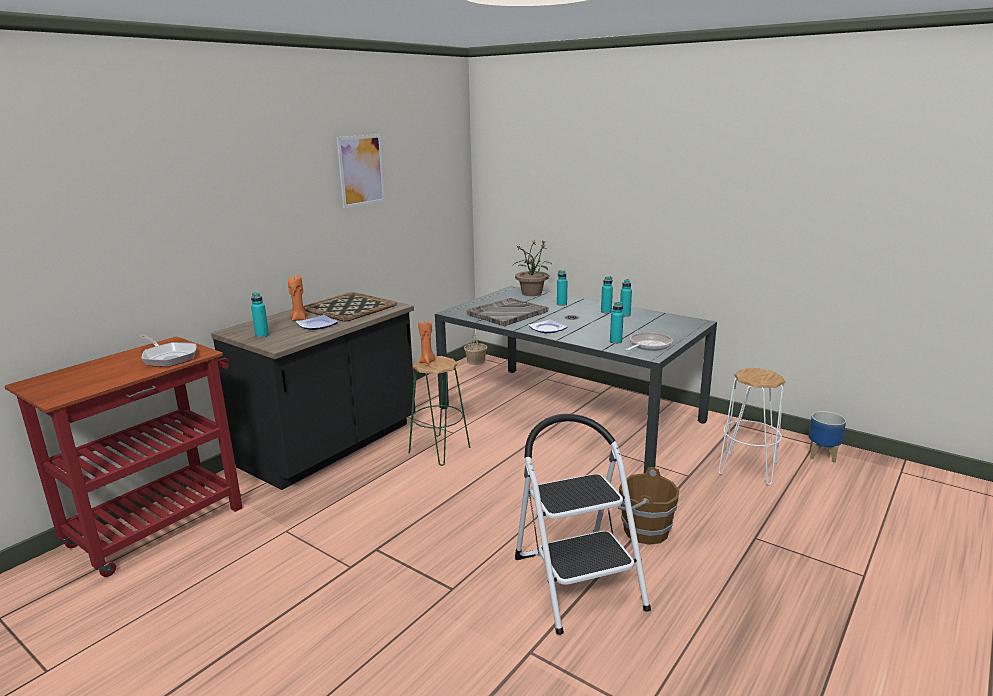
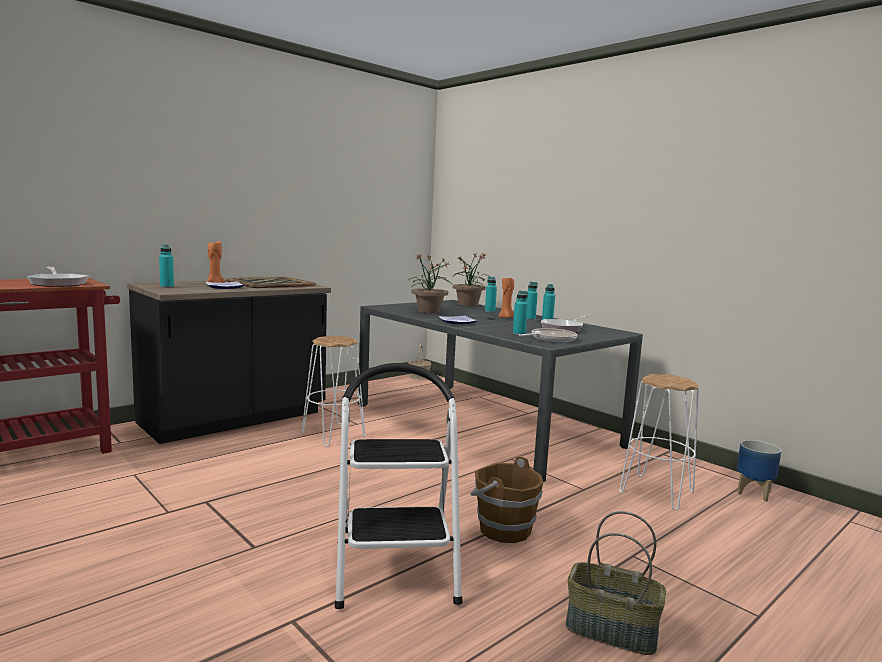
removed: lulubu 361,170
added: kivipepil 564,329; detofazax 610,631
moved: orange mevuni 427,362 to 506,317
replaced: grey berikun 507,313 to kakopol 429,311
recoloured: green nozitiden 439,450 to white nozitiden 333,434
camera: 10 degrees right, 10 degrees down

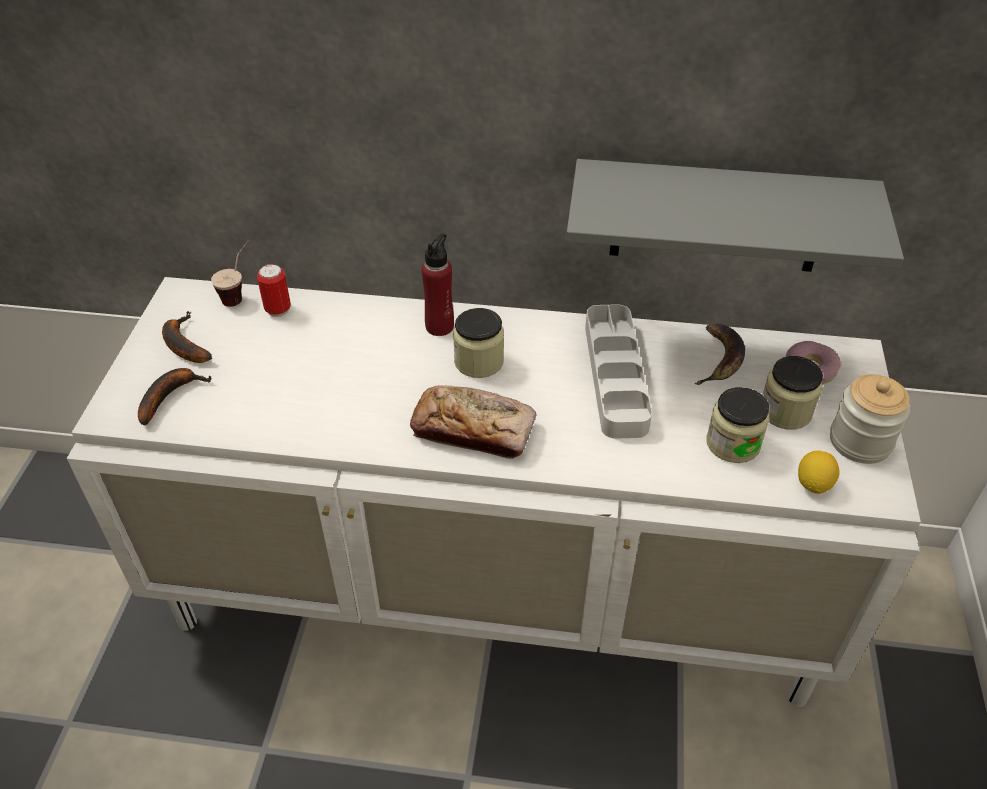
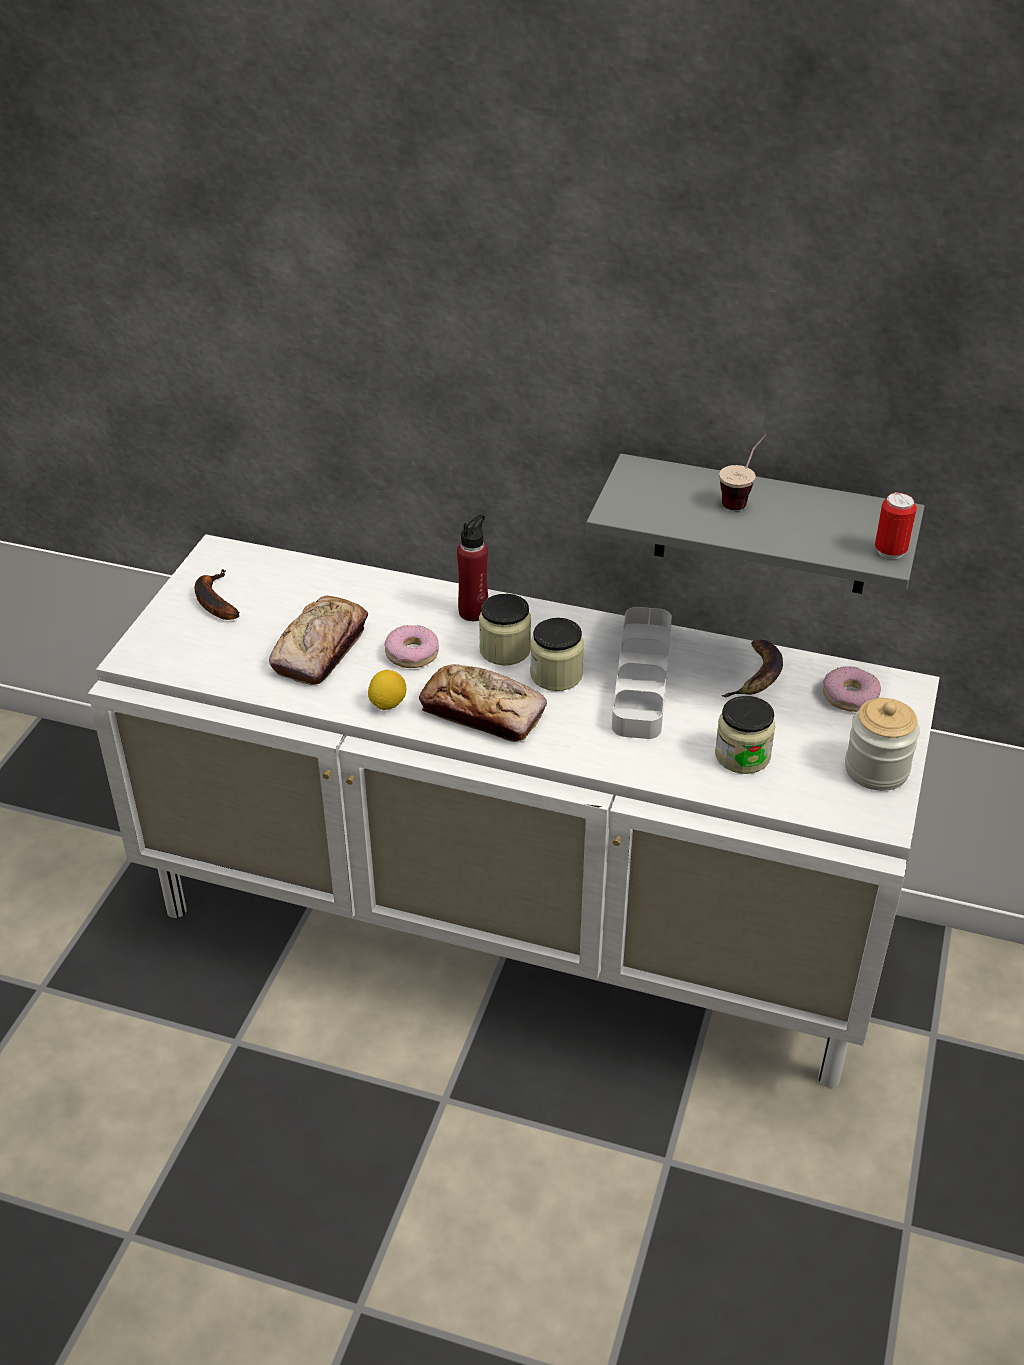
removed: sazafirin 170,396
added: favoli 321,649; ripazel 412,653
moved: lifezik 240,294 to 742,498; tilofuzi 278,310 to 890,551; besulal 785,411 to 556,675; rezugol 813,484 to 387,704
camera: 10 degrees right, 5 degrees down

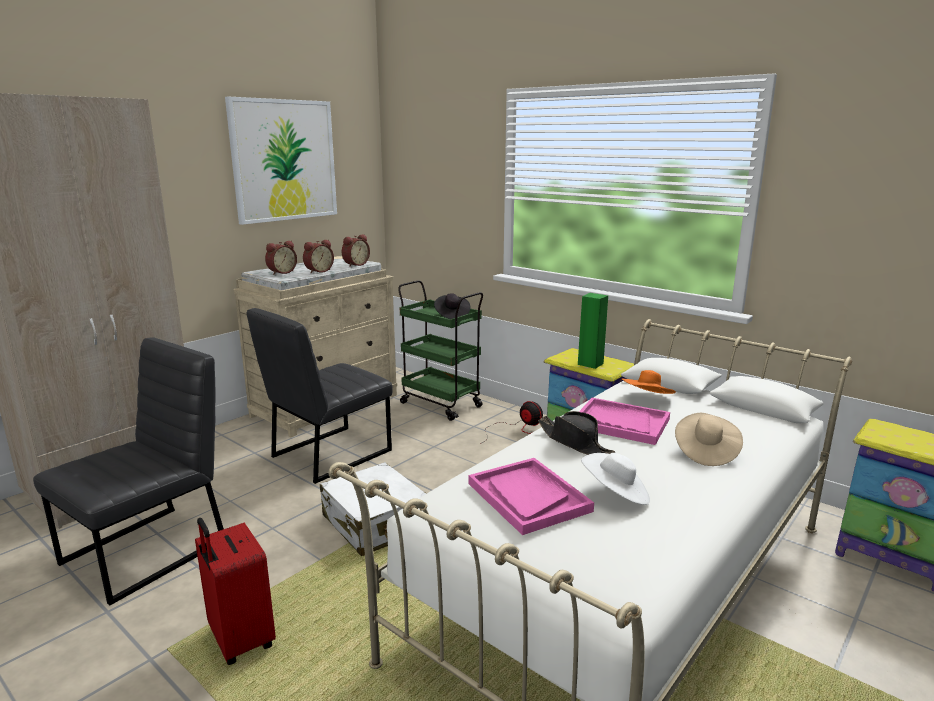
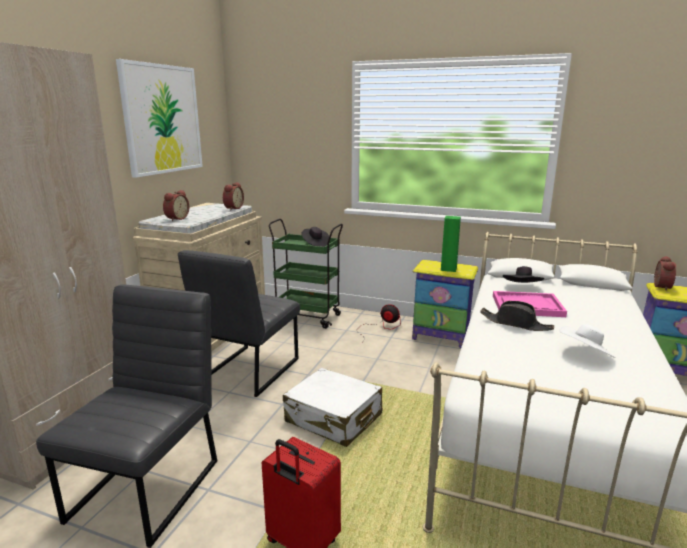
removed: pink berikun 528,497; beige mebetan 705,452
moved: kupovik 318,271 to 660,287
recoloured: orange mebetan 647,399 to black mebetan 522,288
camera: 20 degrees left, 0 degrees up

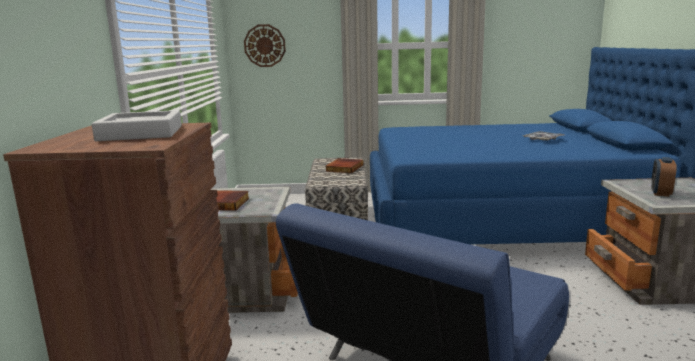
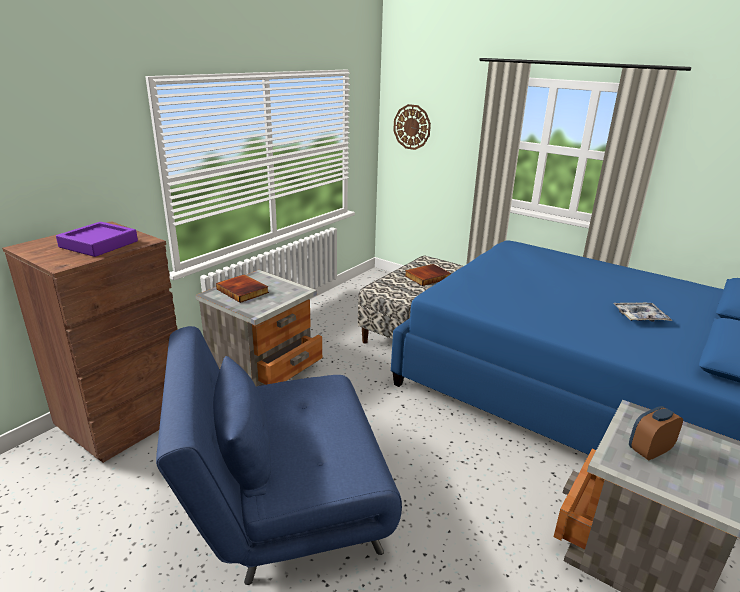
recoloured: grey berikun 141,133 to purple berikun 99,244
camera: 35 degrees right, 10 degrees up

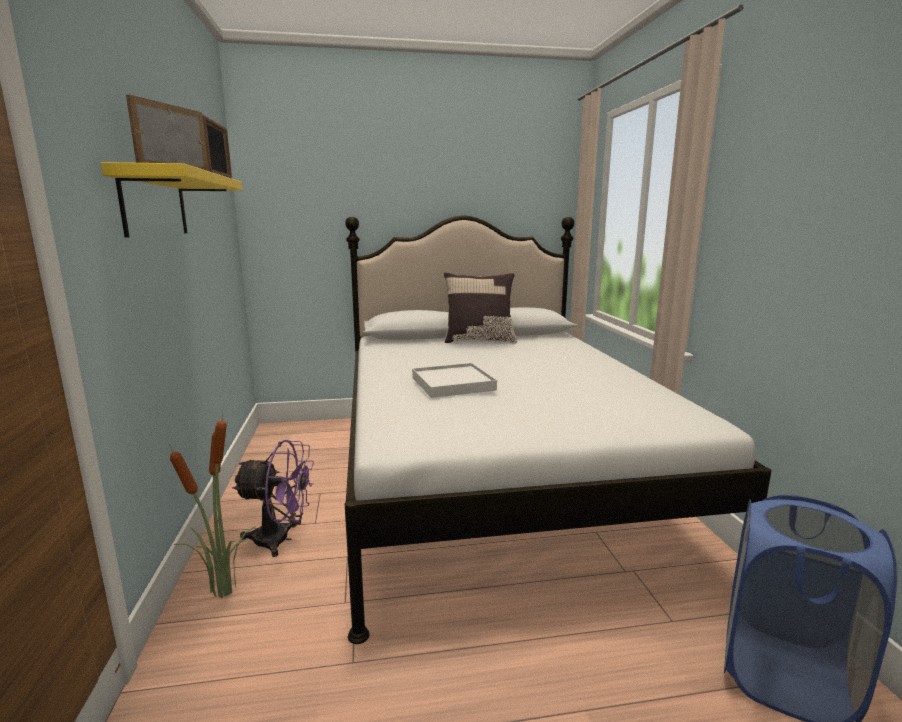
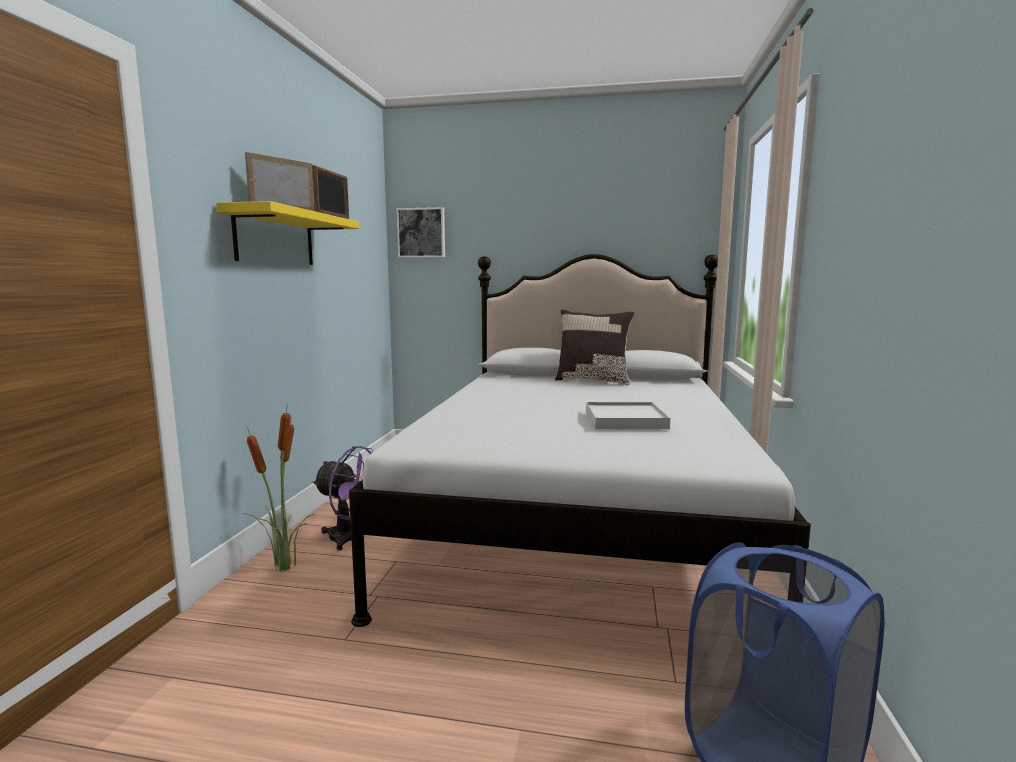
added: lulubu 421,233
moved: white berikun 453,384 to 625,420
camera: 20 degrees right, 5 degrees down

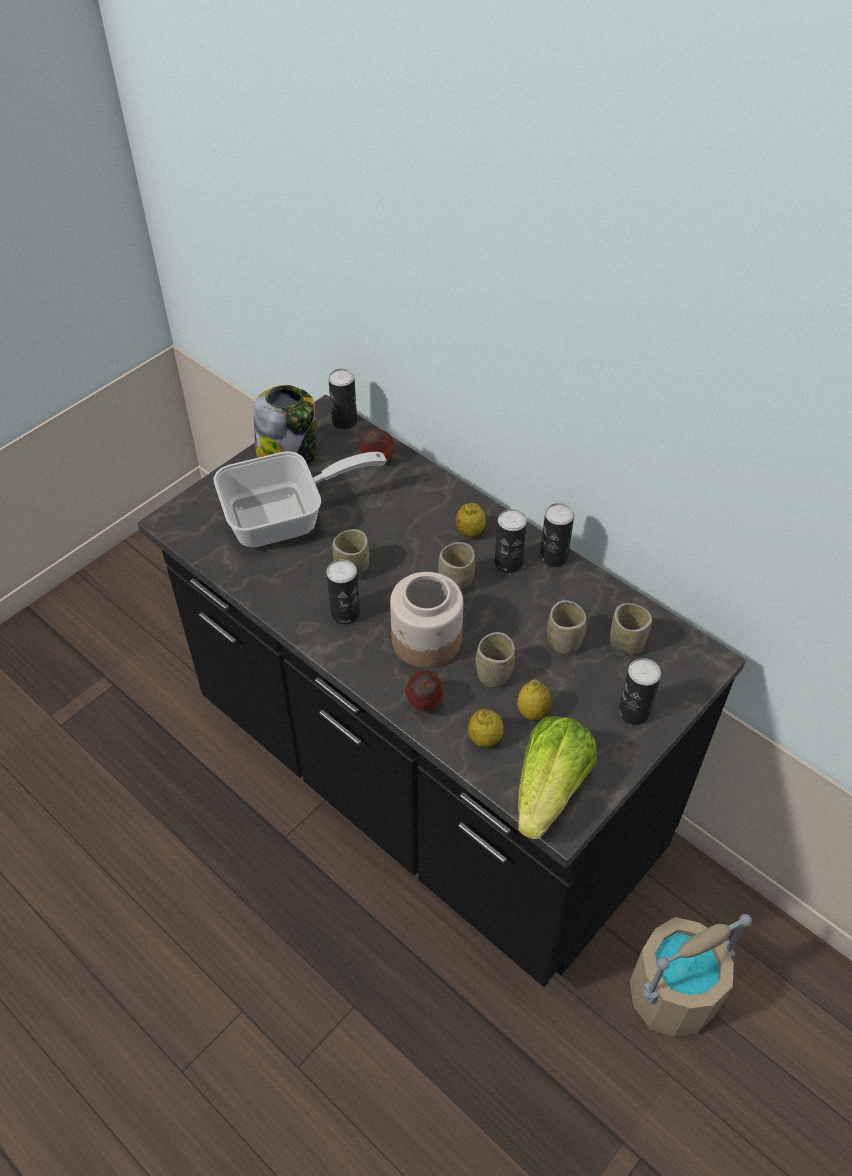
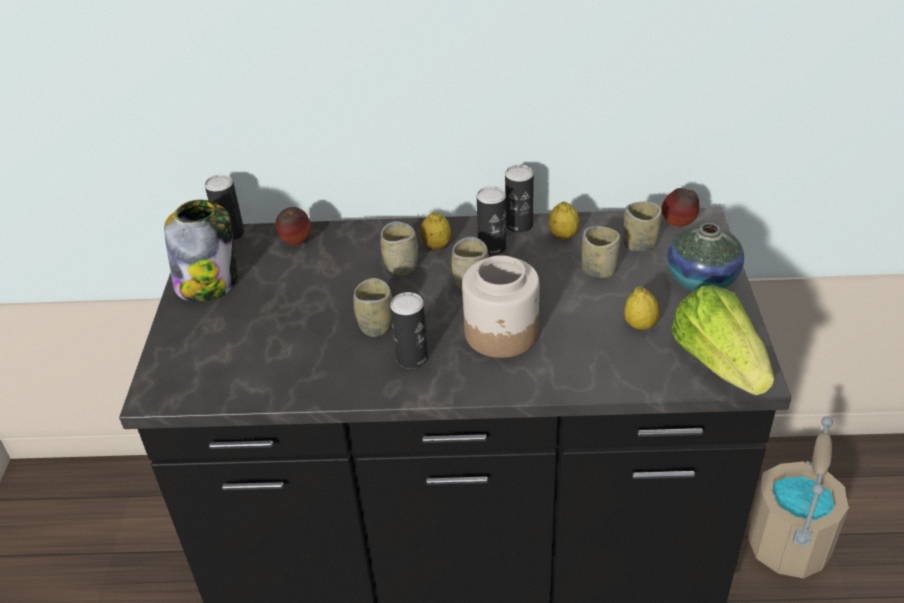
removed: kivipepil 287,517
moved: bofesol 424,704 to 678,225; rezugol 484,738 to 563,236; lifezik 494,674 to 401,266
replaced: tilofuzi 633,712 to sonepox 701,280
camera: 40 degrees left, 10 degrees down

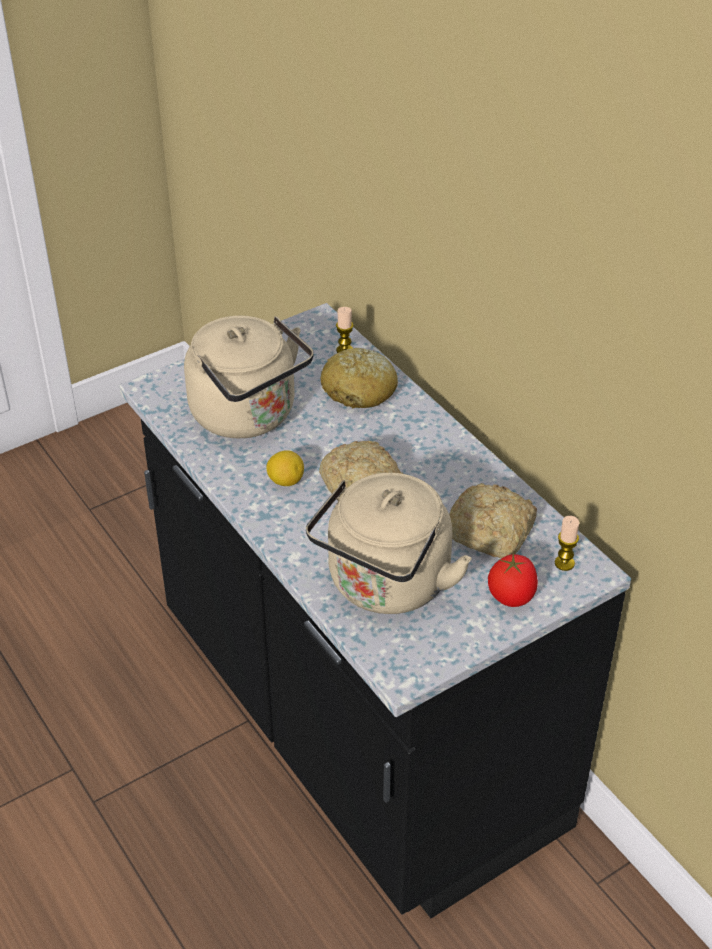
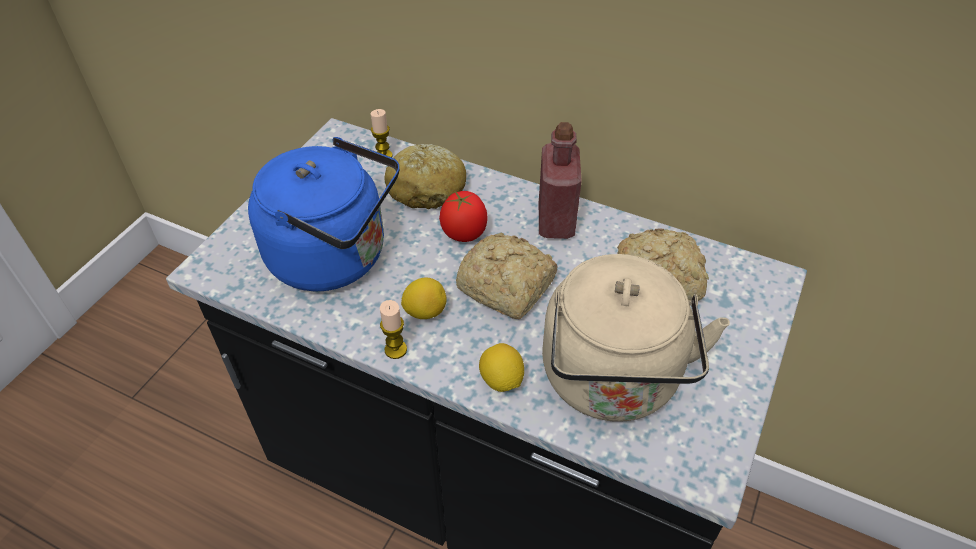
added: rezugol 501,380; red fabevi 556,221
moved: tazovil 511,596 to 464,233; mevuni 564,563 to 395,349
recoloured: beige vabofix 249,416 to blue vabofix 336,257
camera: 30 degrees left, 5 degrees up

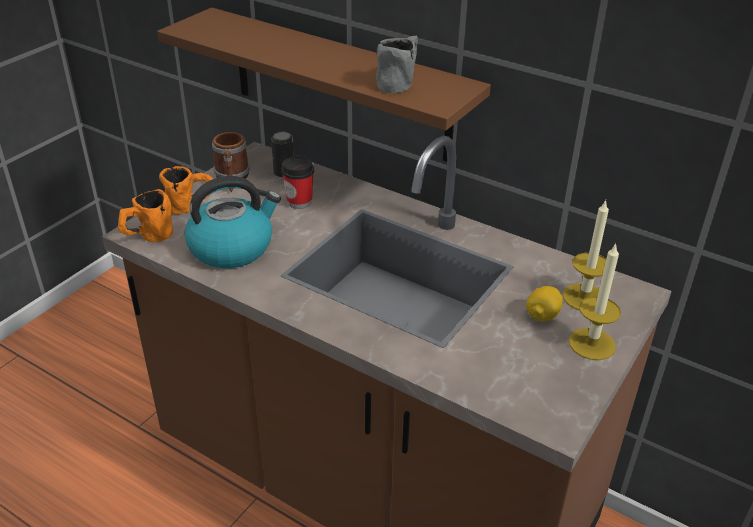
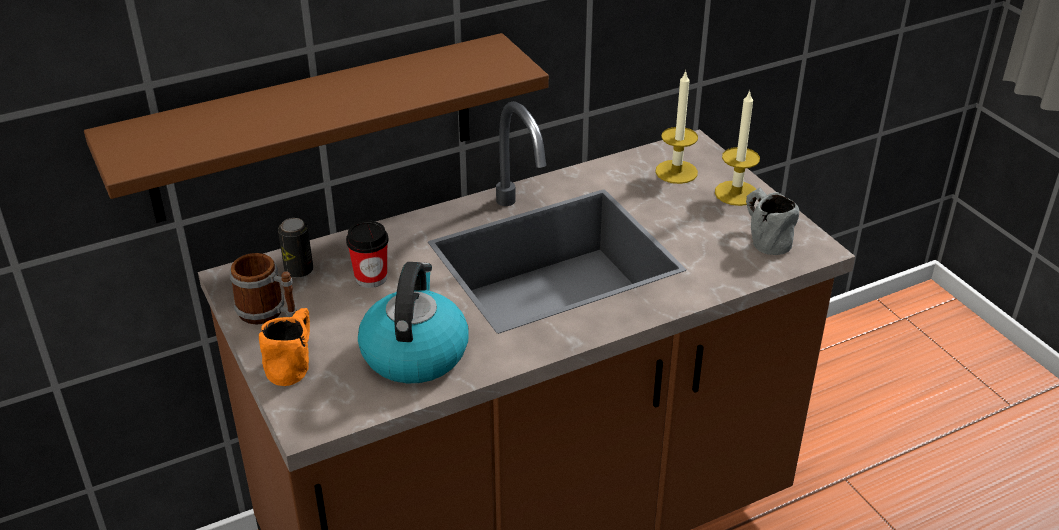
removed: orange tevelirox 147,237; rezugol 542,316
moved: grey tevelirox 400,82 to 763,238
camera: 60 degrees left, 0 degrees up

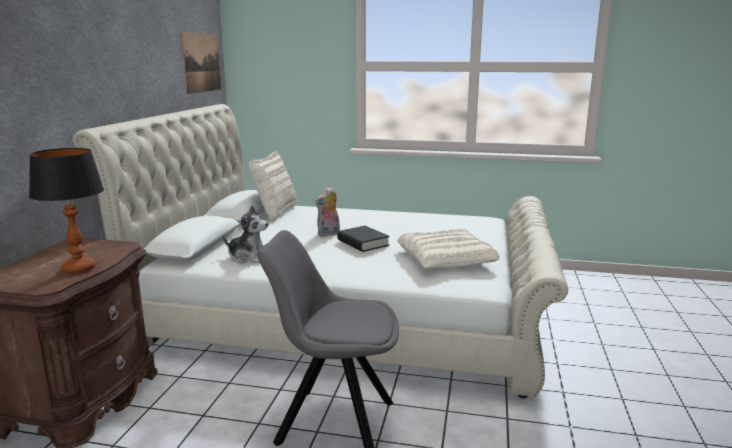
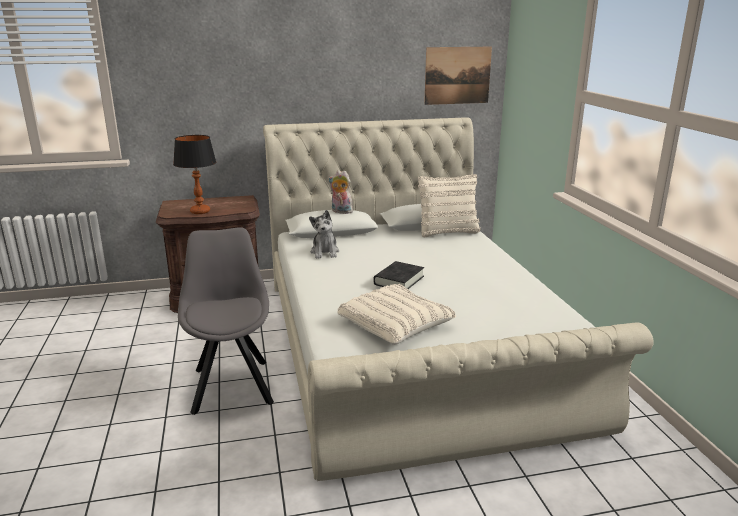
moved: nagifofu 329,234 to 340,212
camera: 65 degrees right, 5 degrees up

